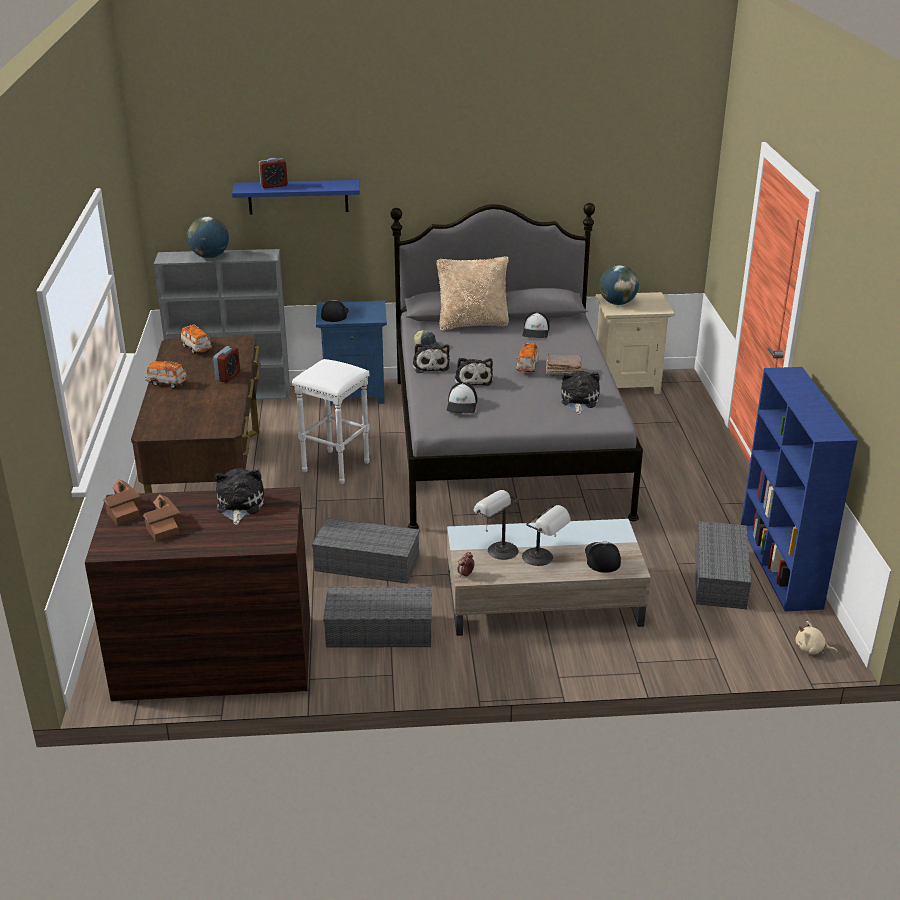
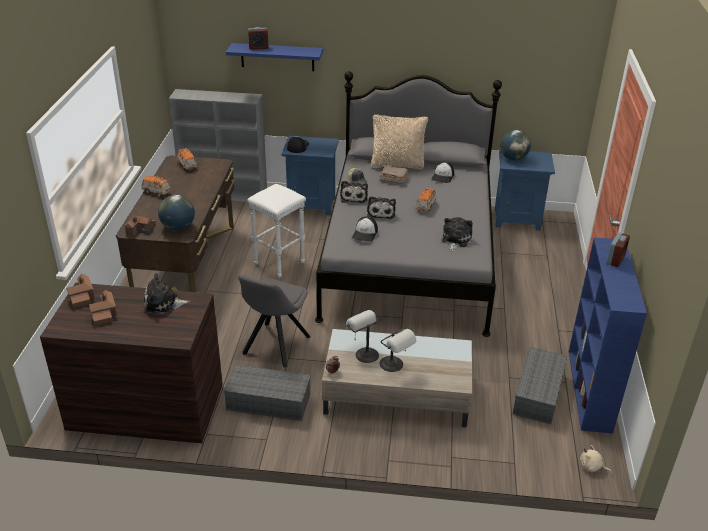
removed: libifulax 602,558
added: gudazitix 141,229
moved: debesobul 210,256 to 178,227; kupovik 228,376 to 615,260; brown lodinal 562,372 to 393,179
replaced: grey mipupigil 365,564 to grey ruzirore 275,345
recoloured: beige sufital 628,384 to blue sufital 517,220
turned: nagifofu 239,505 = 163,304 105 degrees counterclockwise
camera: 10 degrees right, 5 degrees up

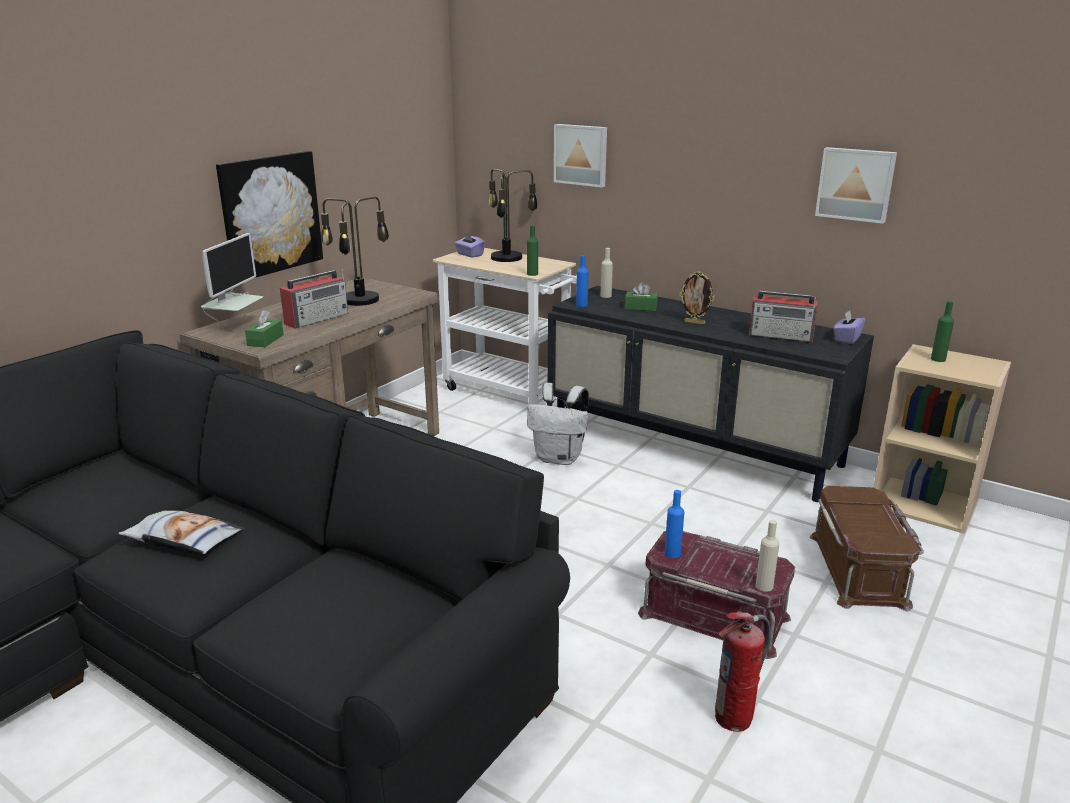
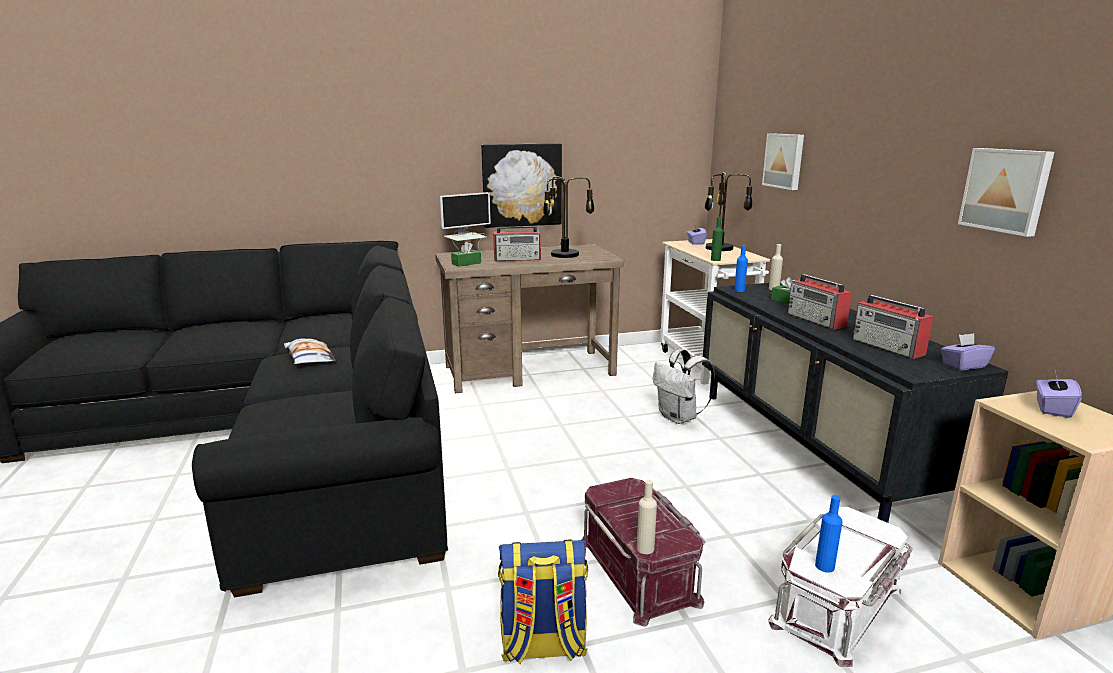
moved: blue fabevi 672,553 to 824,566
replaced: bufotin 695,322 to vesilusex 816,320; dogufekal 734,718 to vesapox 542,646; green fabevi 938,359 to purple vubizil 1052,408
recoloured: brown mipupigil 859,570 to white mipupigil 838,607
camera: 40 degrees right, 5 degrees down

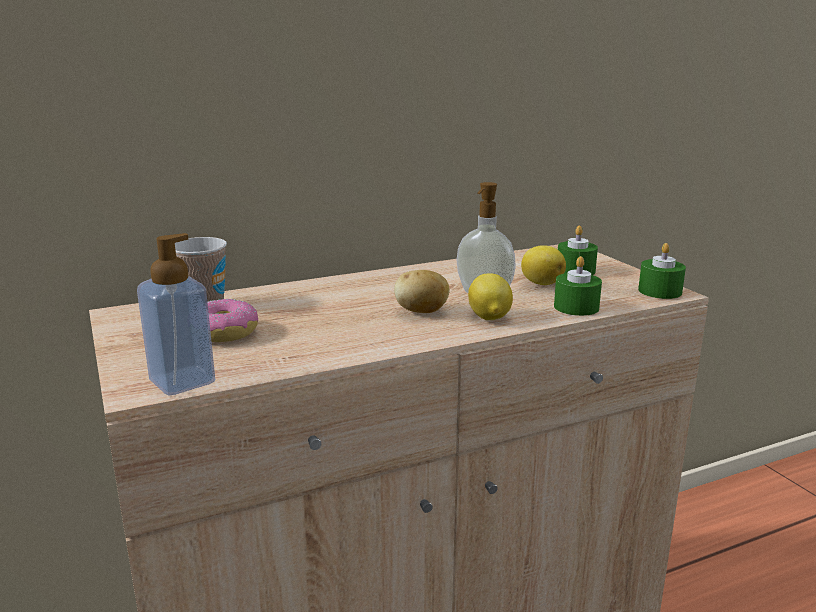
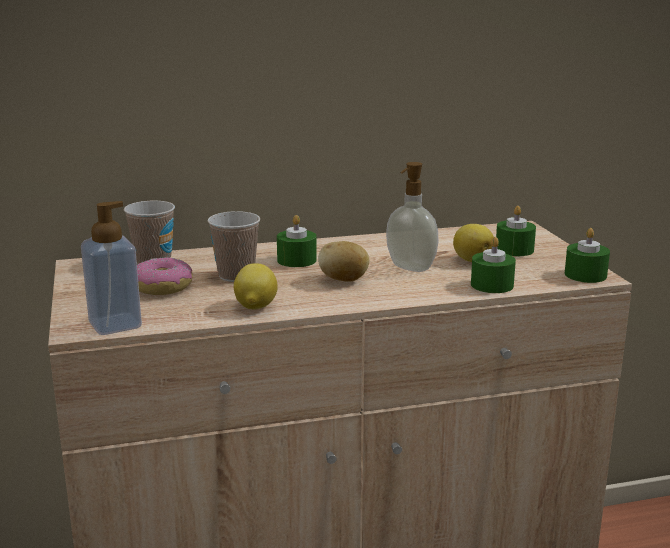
added: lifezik 236,275; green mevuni 296,260
moved: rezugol 489,318 to 255,307
camera: 10 degrees right, 0 degrees up

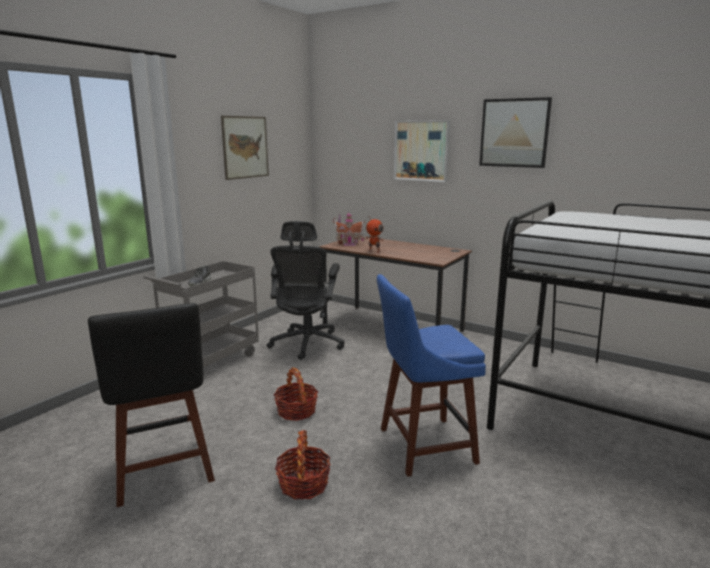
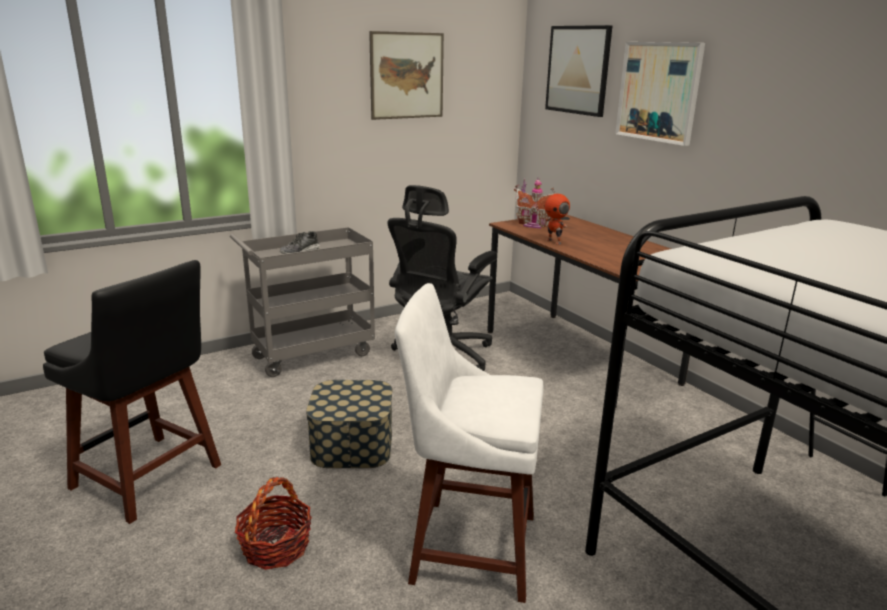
moved: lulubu 514,133 to 578,70
replaced: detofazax 296,411 to mipupigil 352,445
recoloured: blue ruzirore 421,445 to white ruzirore 466,545
turned: black ruzirore 163,473 = 151,479 60 degrees counterclockwise
camera: 25 degrees right, 5 degrees up

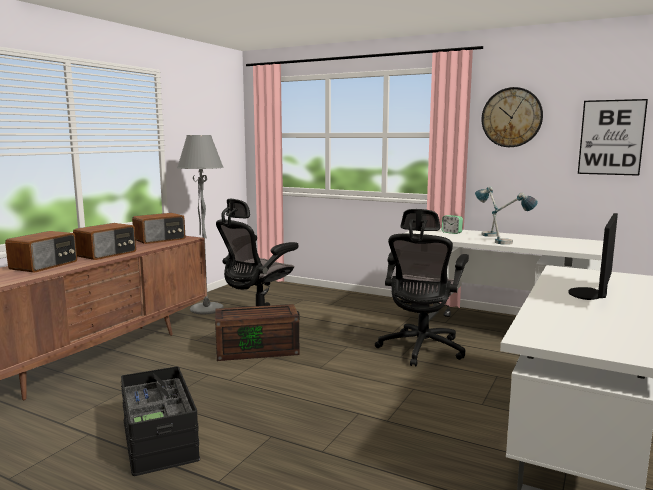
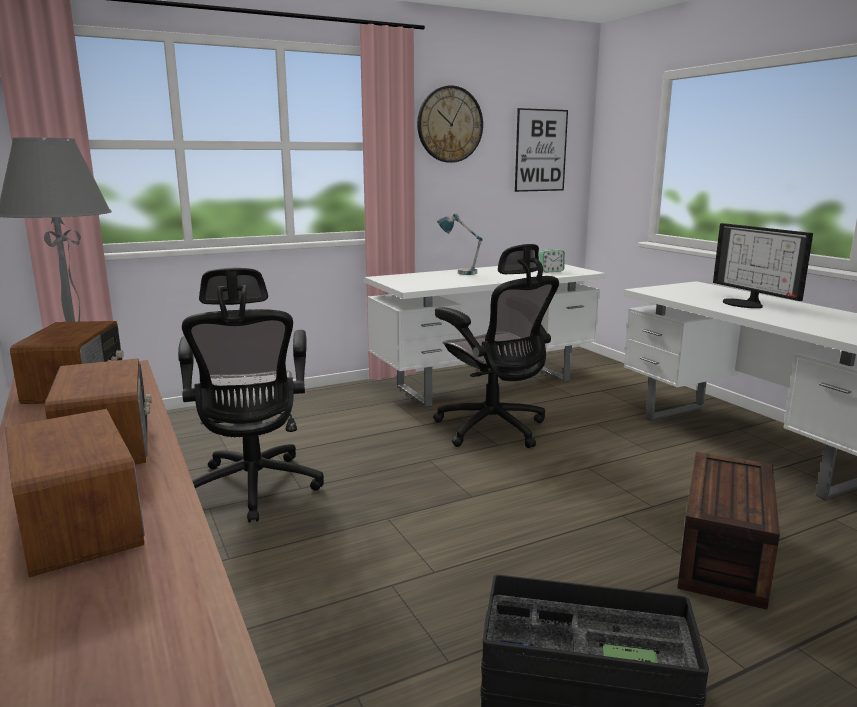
removed: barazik 511,243
moved: brown mipupigil 258,349 to 720,554; kupovik 451,232 to 551,271
camera: 55 degrees left, 5 degrees up

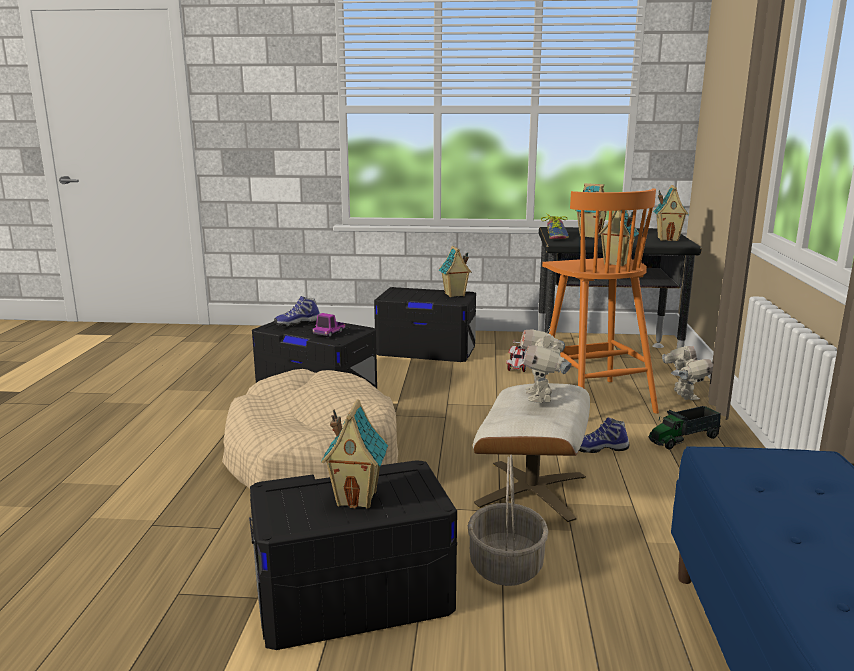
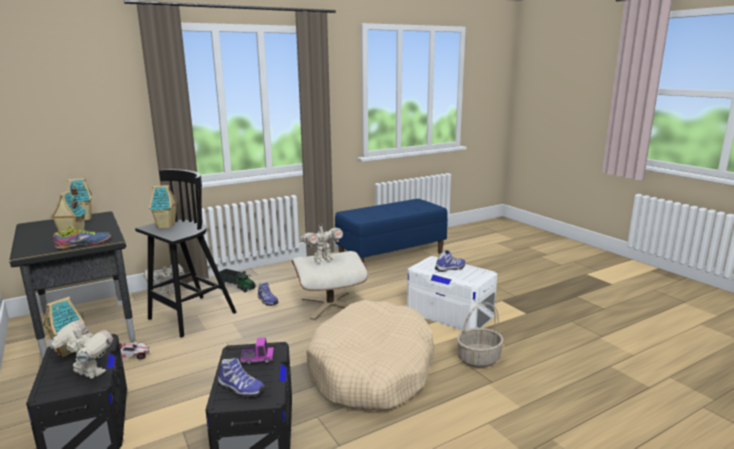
added: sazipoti 87,374
moved: detofazax 507,566 to 478,359
replaced: gudazitix 357,498 to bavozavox 450,269
recoloured: black mipupigil 353,596 to white mipupigil 450,313; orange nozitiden 593,398 to black nozitiden 190,317
camera: 125 degrees left, 0 degrees up

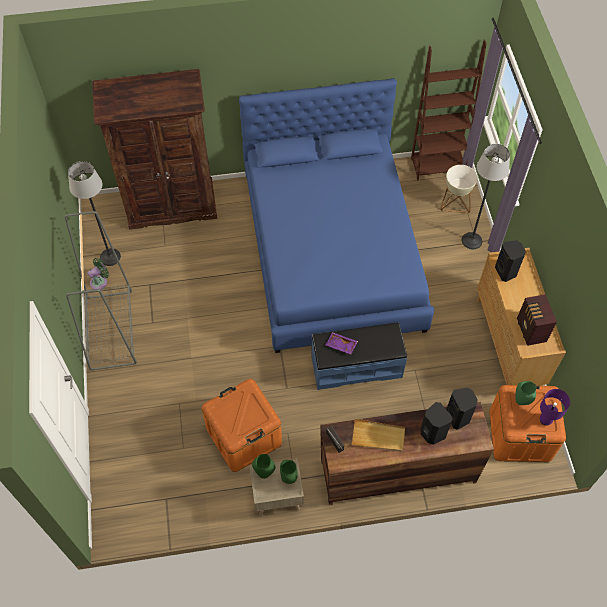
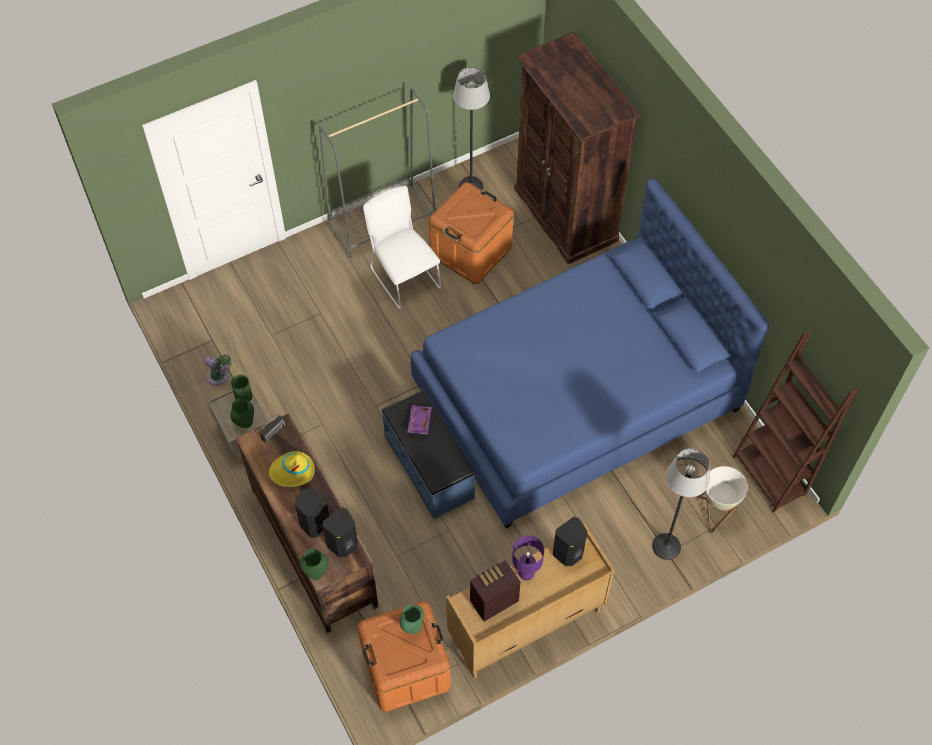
added: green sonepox 316,574; white ruzirore 403,276
moved: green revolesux 100,281 to 219,377; orange mipupigil 244,436 to 471,251; purple barazik 546,420 to 526,573
replaced: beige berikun 378,437 to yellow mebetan 292,471
camera: 70 degrees right, 0 degrees up

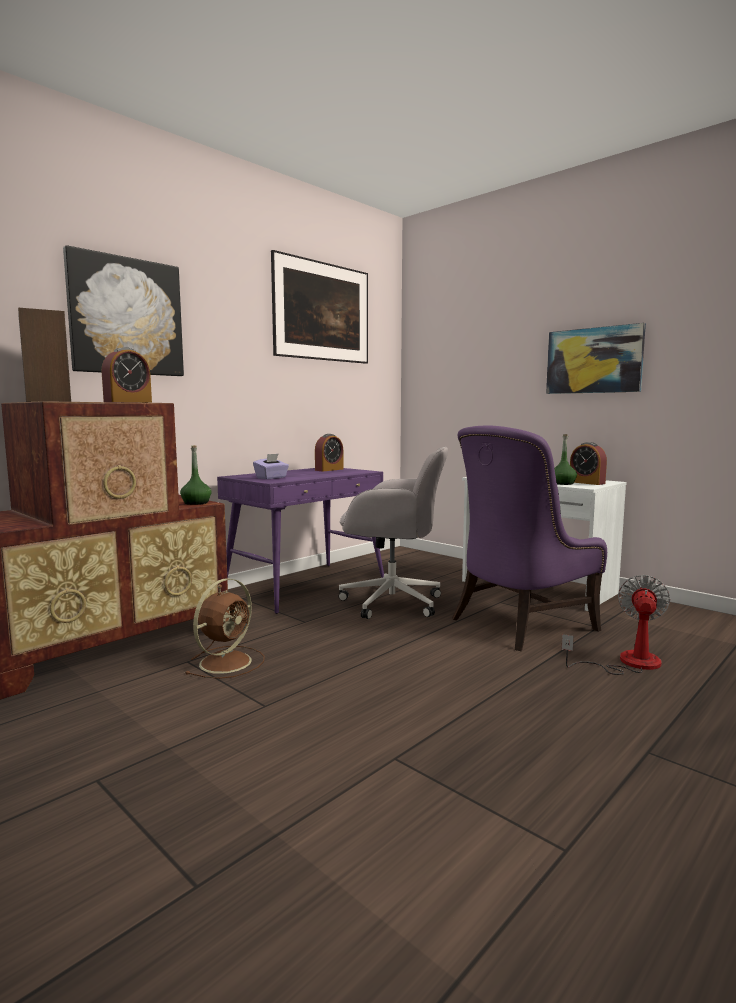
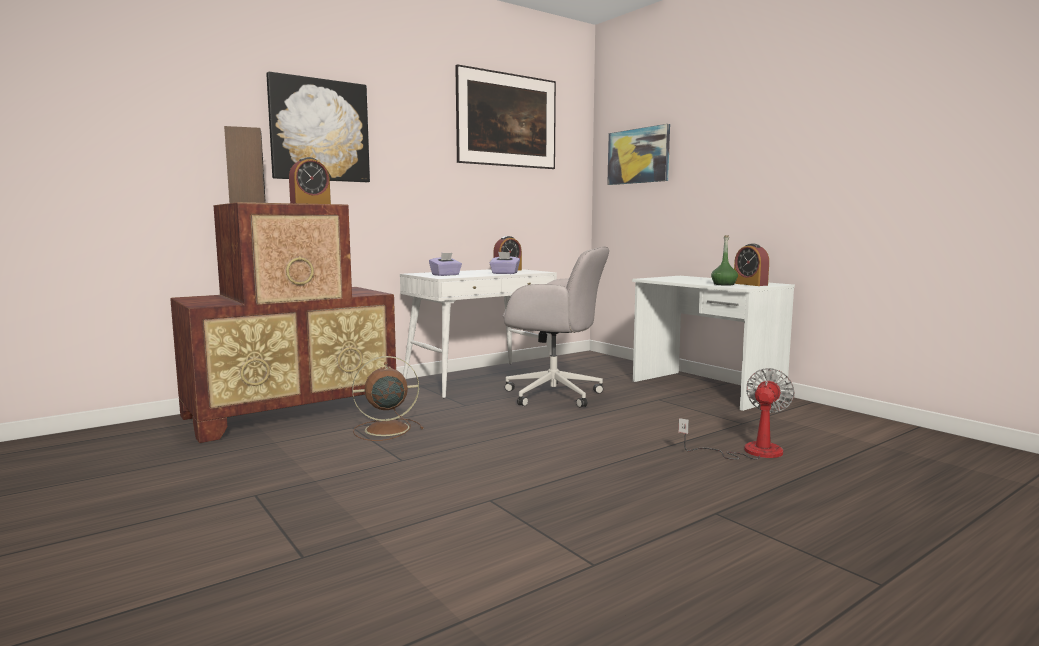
removed: green fabevi 196,503; purple ruzirore 520,624
added: purple vubizil 504,273
moved: lulubu 593,360 to 638,156
recoloured: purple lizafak 306,586 to white lizafak 481,379
turned: brown revolesux 227,661 = 385,429 150 degrees counterclockwise
camera: 10 degrees right, 0 degrees up

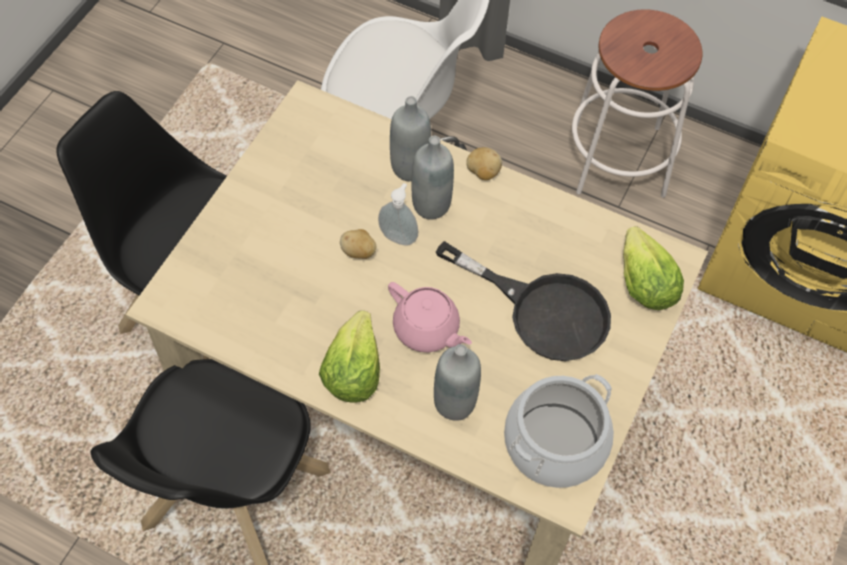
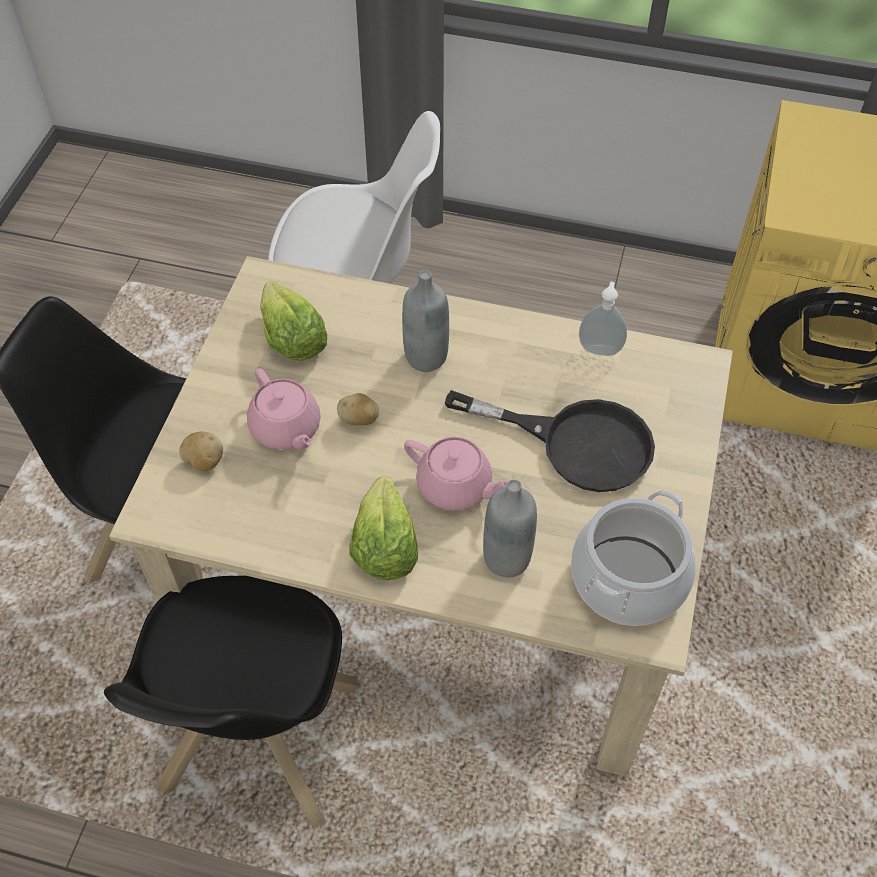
removed: grey fabevi 409,167; white nozitiden 618,159
added: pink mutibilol 286,428
moved: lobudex 399,236 to 600,348; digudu 483,172 to 204,461; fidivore 644,283 to 292,339
camera: 10 degrees left, 5 degrees down

